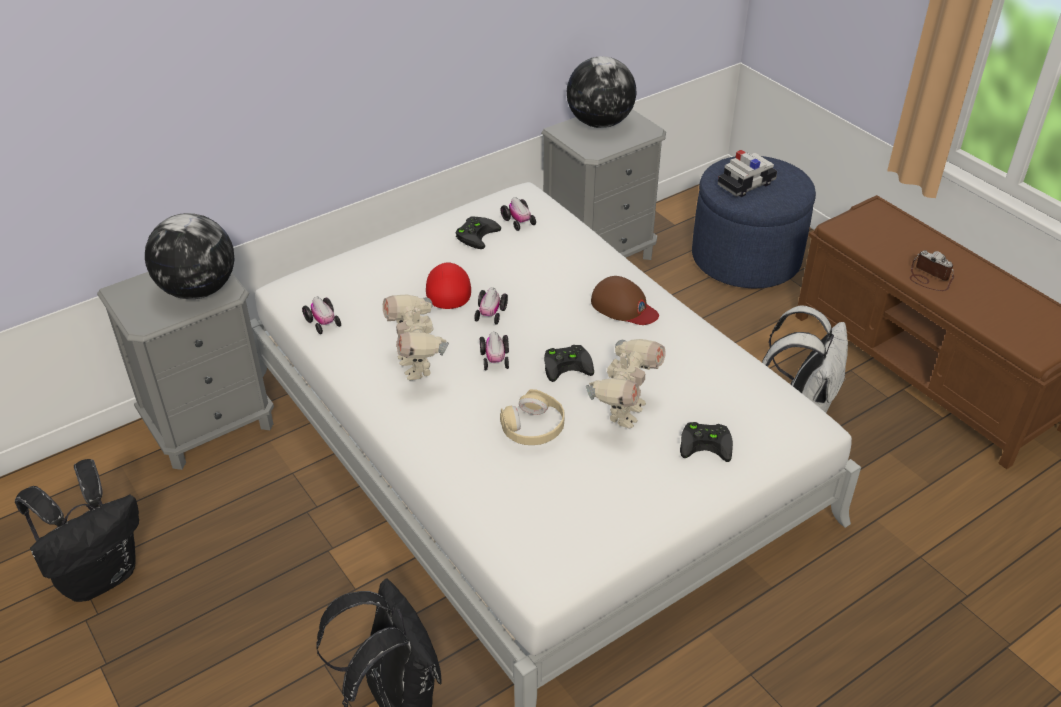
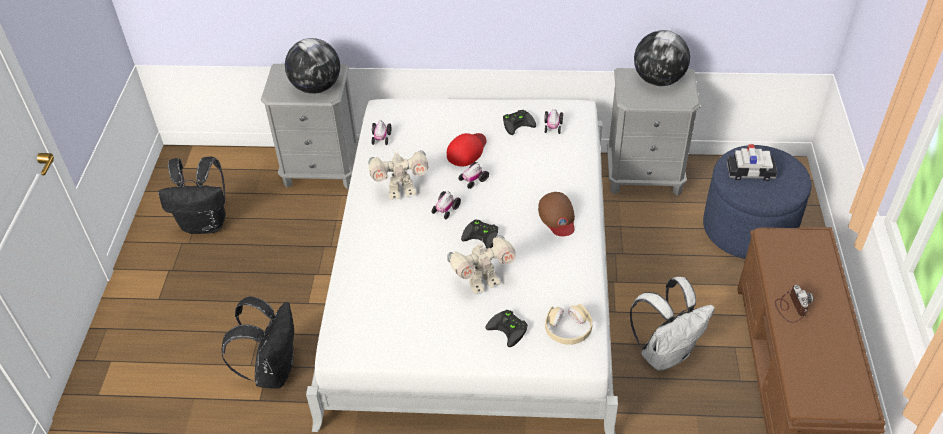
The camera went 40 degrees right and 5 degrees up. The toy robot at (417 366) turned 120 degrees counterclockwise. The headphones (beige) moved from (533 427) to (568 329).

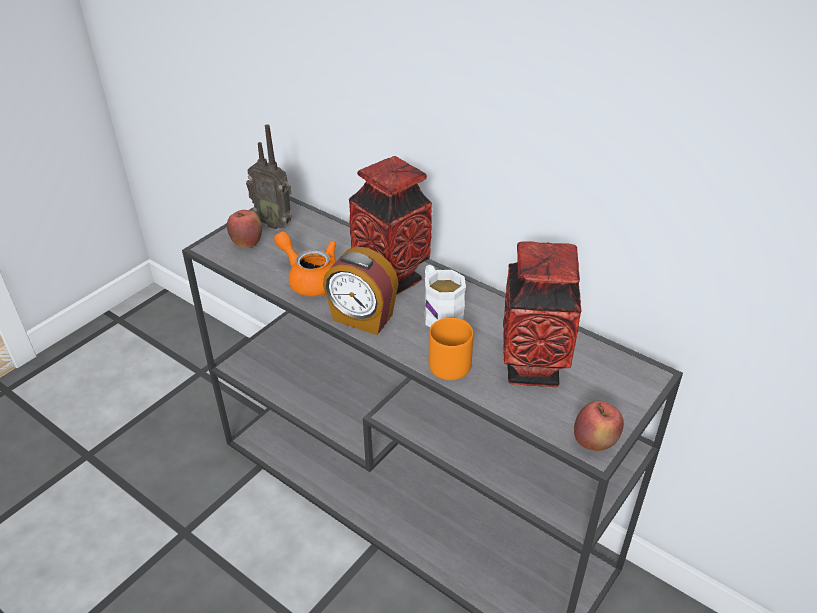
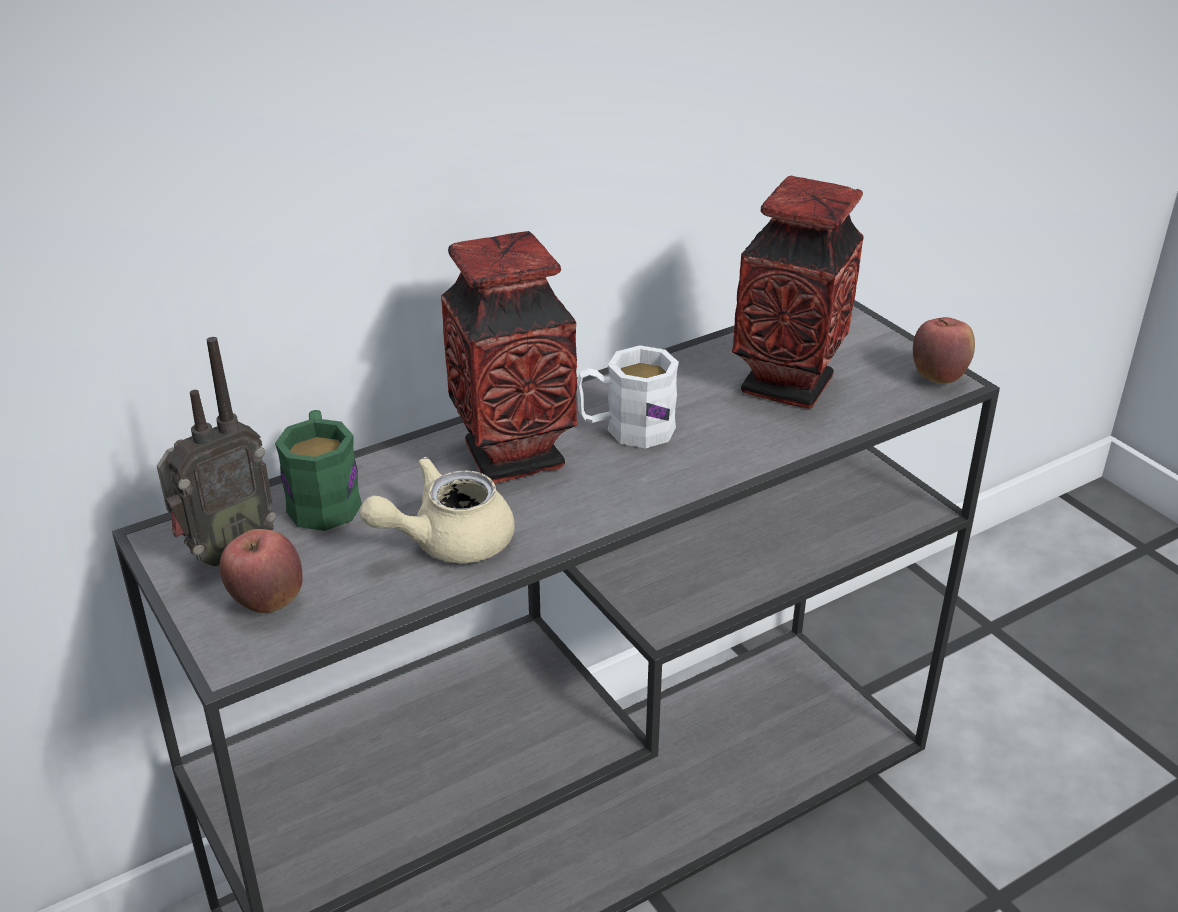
The camera went 70 degrees left and 5 degrees down. The teapot (orange) at (310 279) became the teapot (beige) at (447 541). The alarm clock at (362 319) disappeared. The mug (orange) at (452 362) disappeared. The mug (green) at (324 497) appeared.

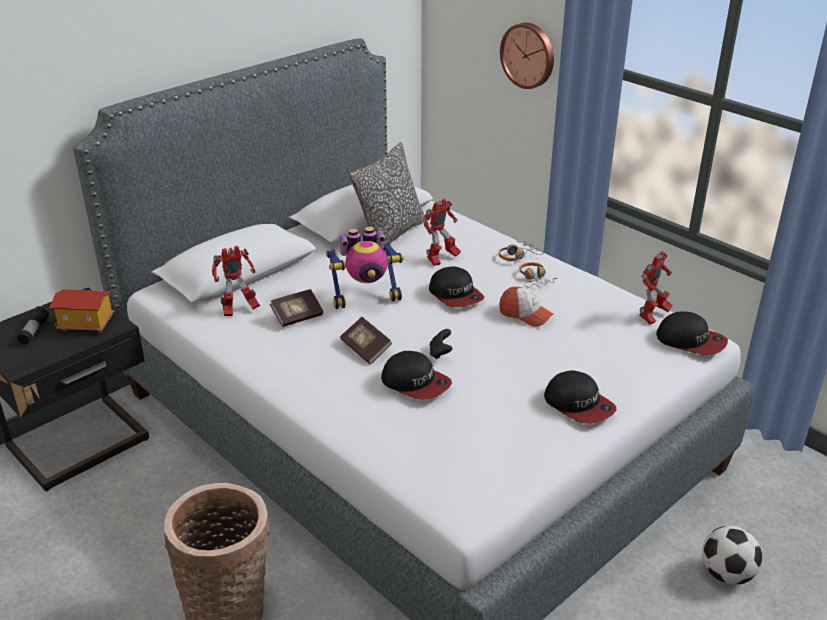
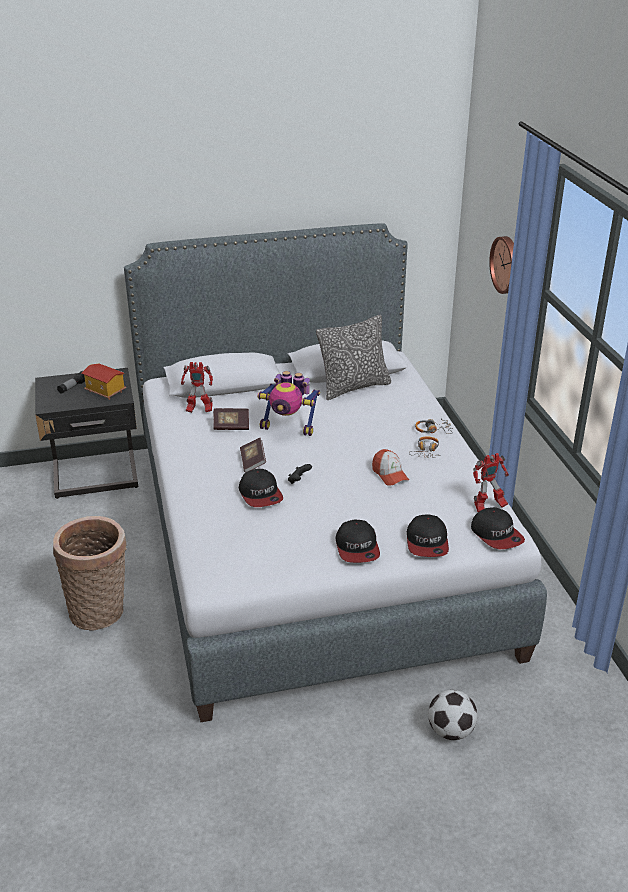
The camera went 30 degrees right and 0 degrees up. The toy robot at (441 259) disappeared. The cap moved from (456 295) to (427 542).

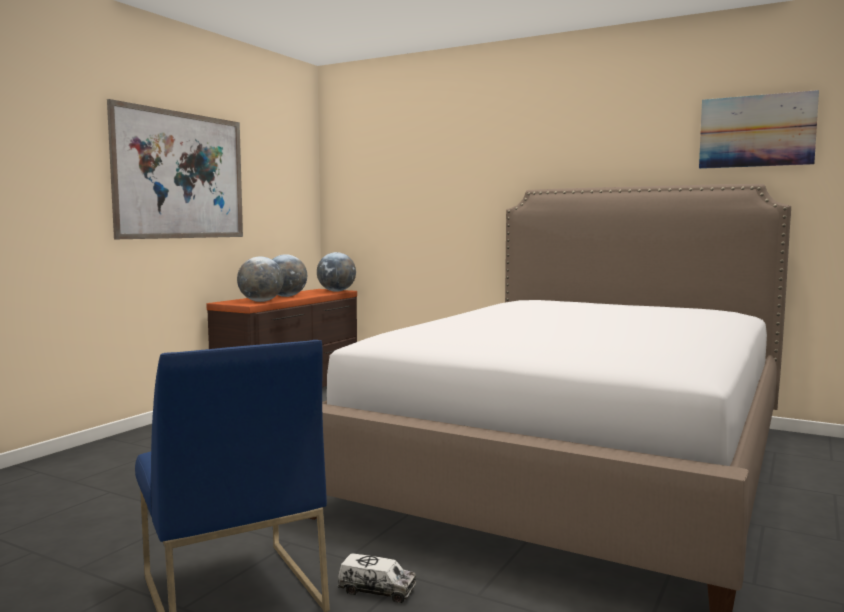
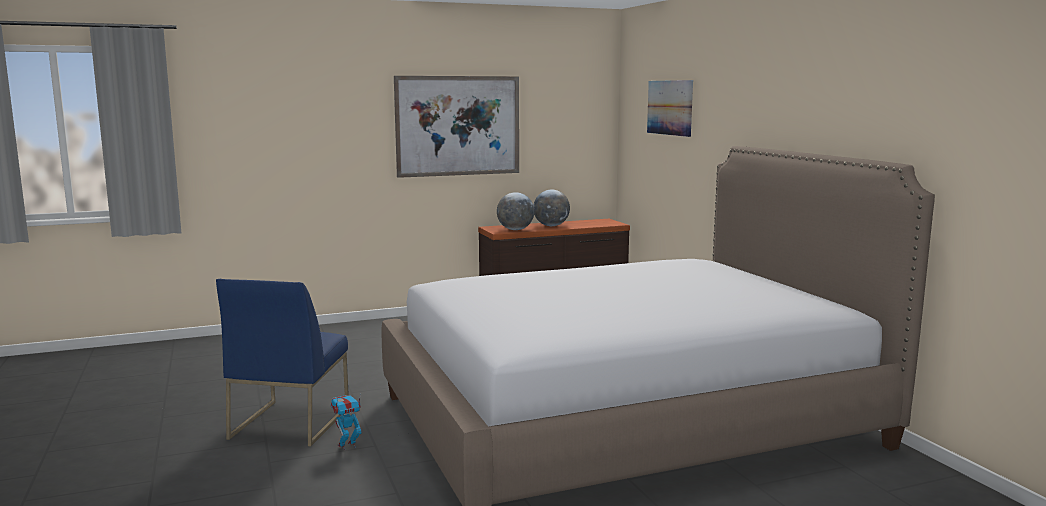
The camera went 40 degrees right and 5 degrees up. The globe at (336 291) disappeared. The toy truck at (377 590) was replaced by the toy robot at (347 446). The picture moved from (756 131) to (669 107).

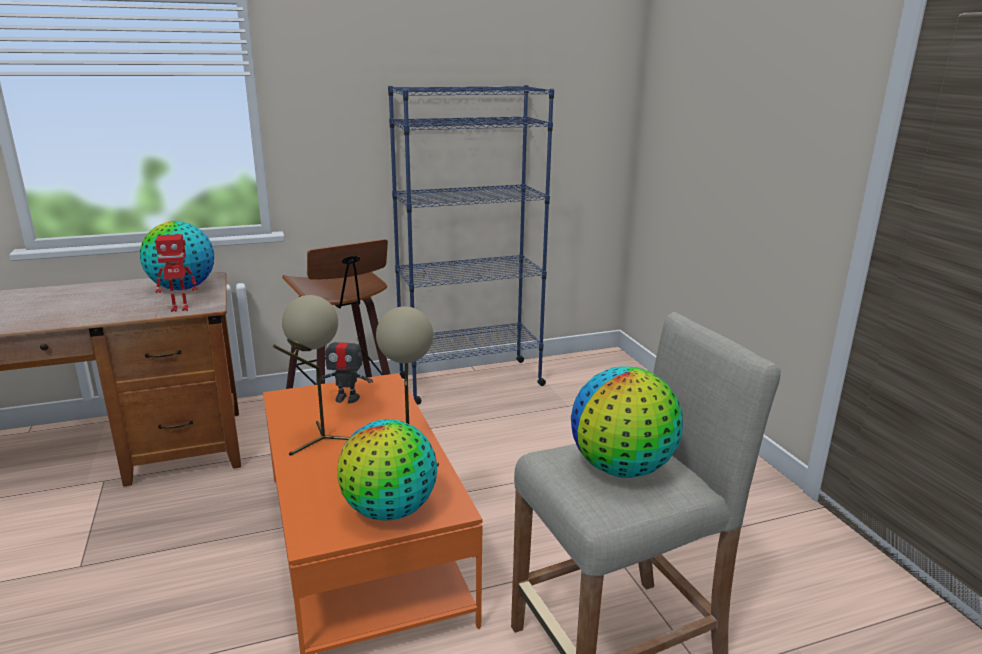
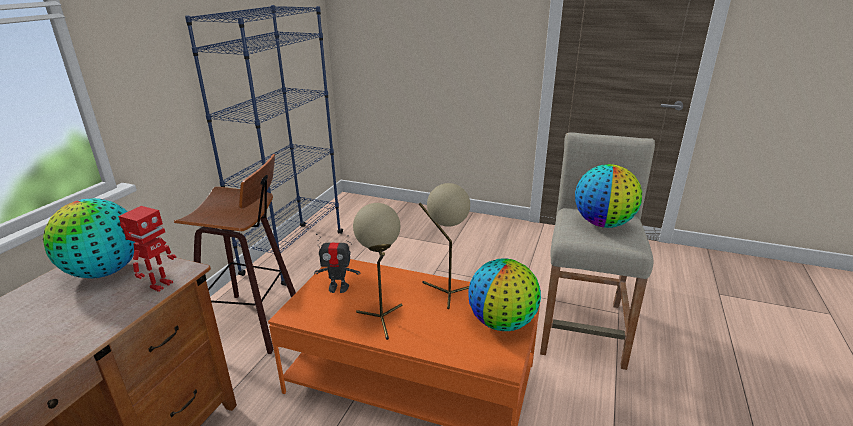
The camera went 50 degrees left and 5 degrees up. The toy robot at (347 398) turned 45 degrees clockwise.

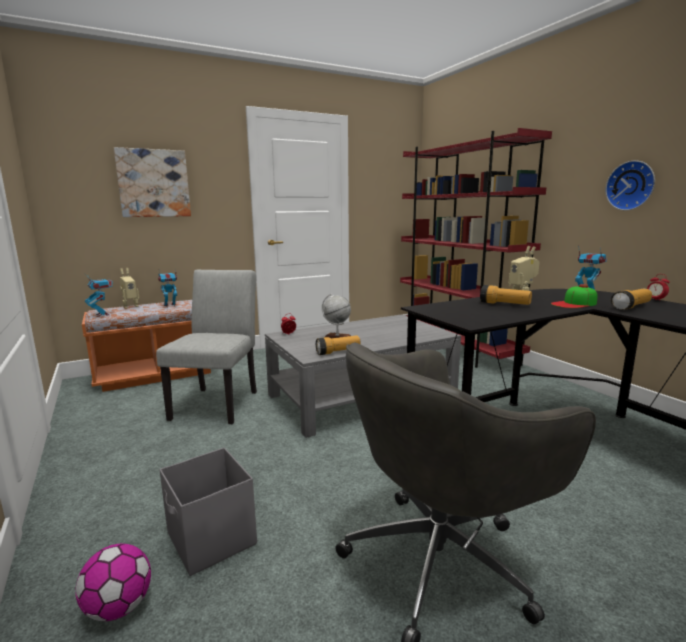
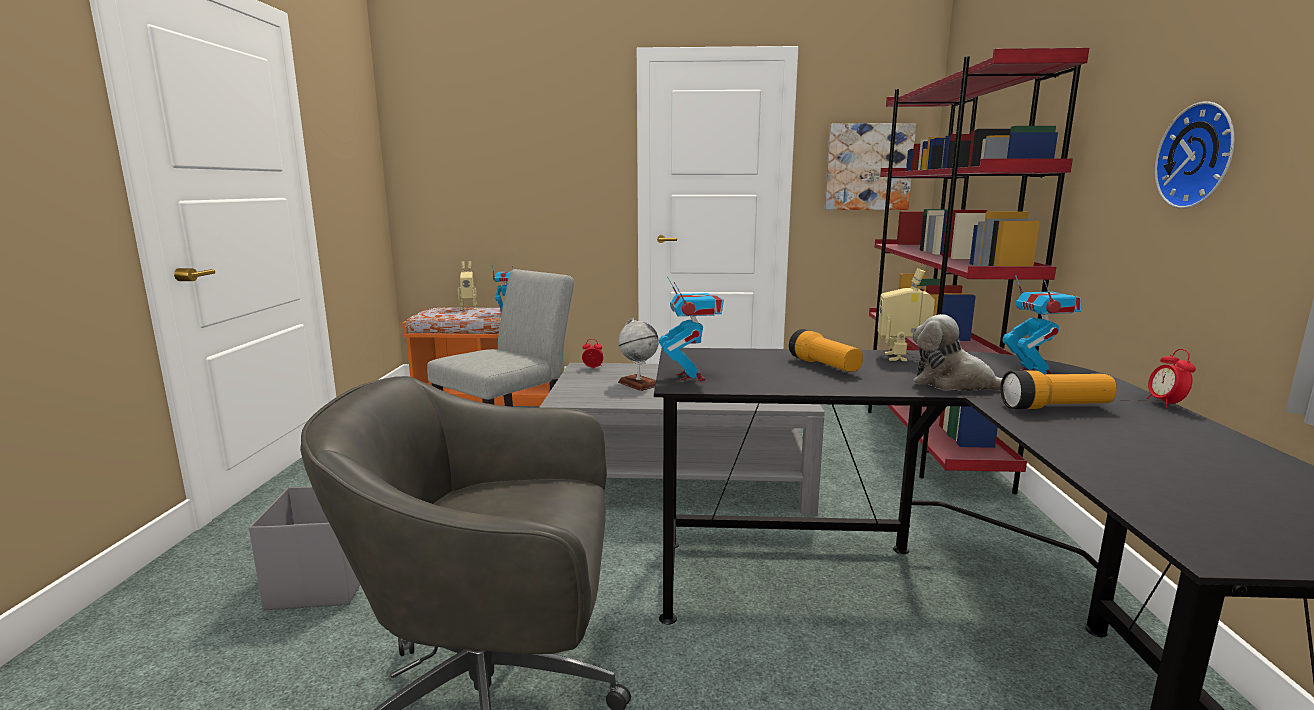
The camera went 30 degrees right and 0 degrees up. The football at (119 607) disappeared. The toy robot moved from (102 314) to (690 377). The picture moved from (153 183) to (868 167). The flashlight at (338 352) disappeared. The cap at (574 304) was replaced by the plush toy at (954 384).

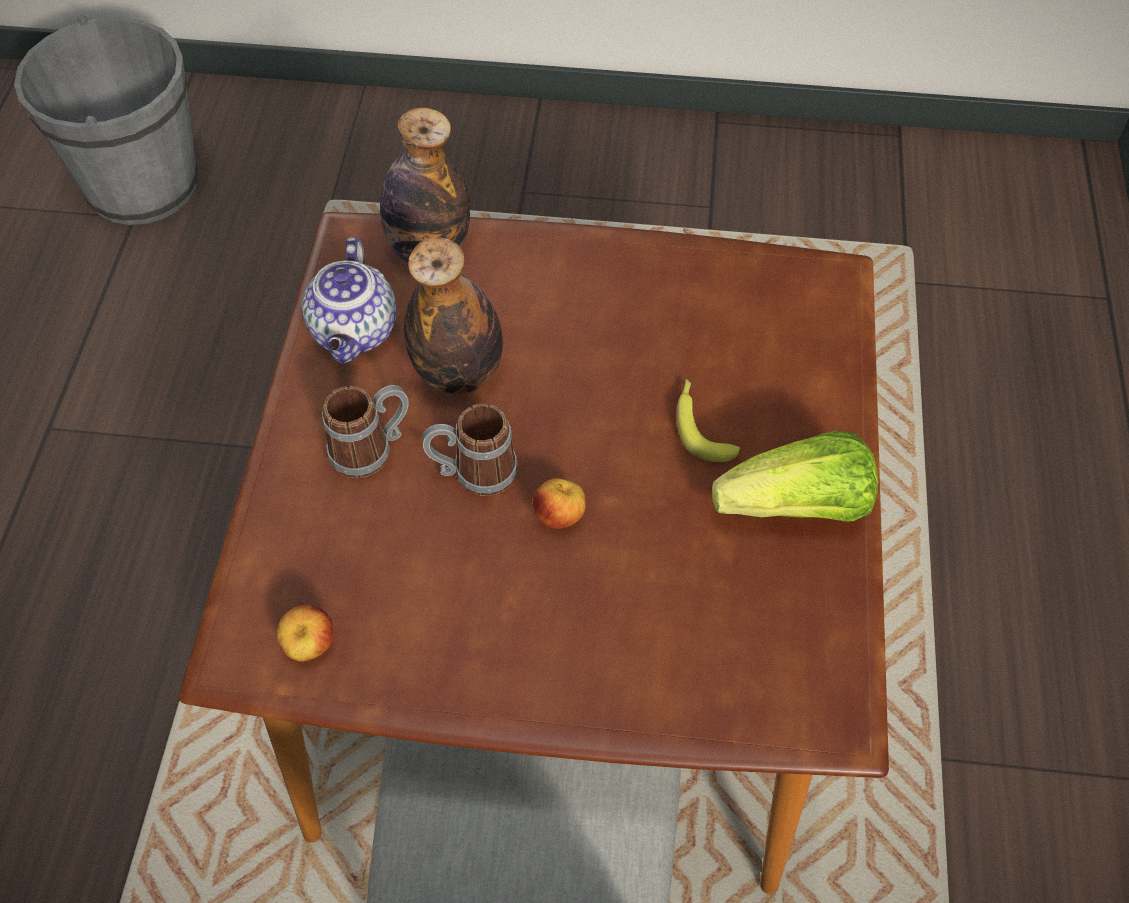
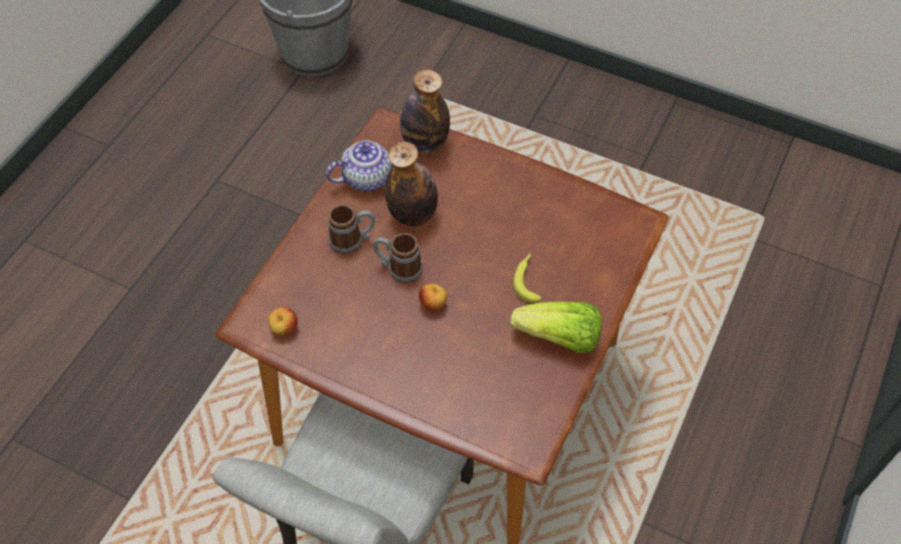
The camera went 20 degrees right and 0 degrees up. The teapot at (355 333) turned 135 degrees counterclockwise.

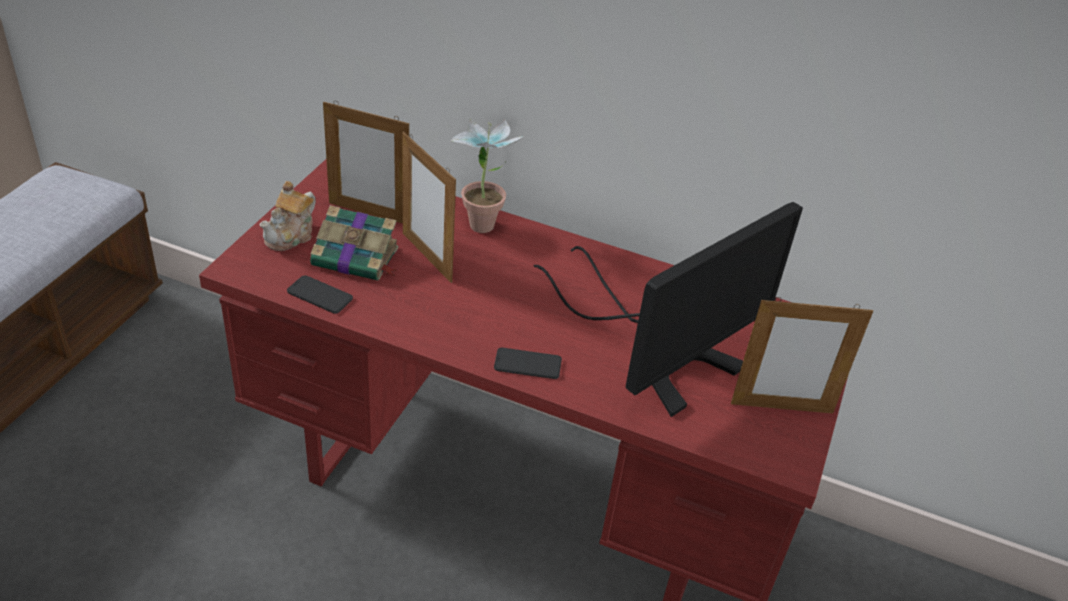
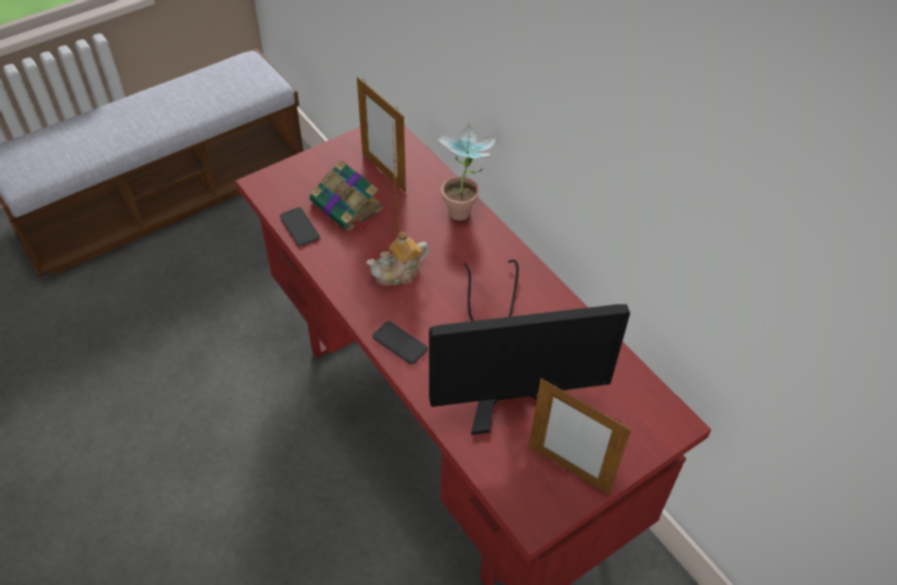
The camera went 35 degrees right and 10 degrees up. The teapot moved from (291 236) to (399 273).

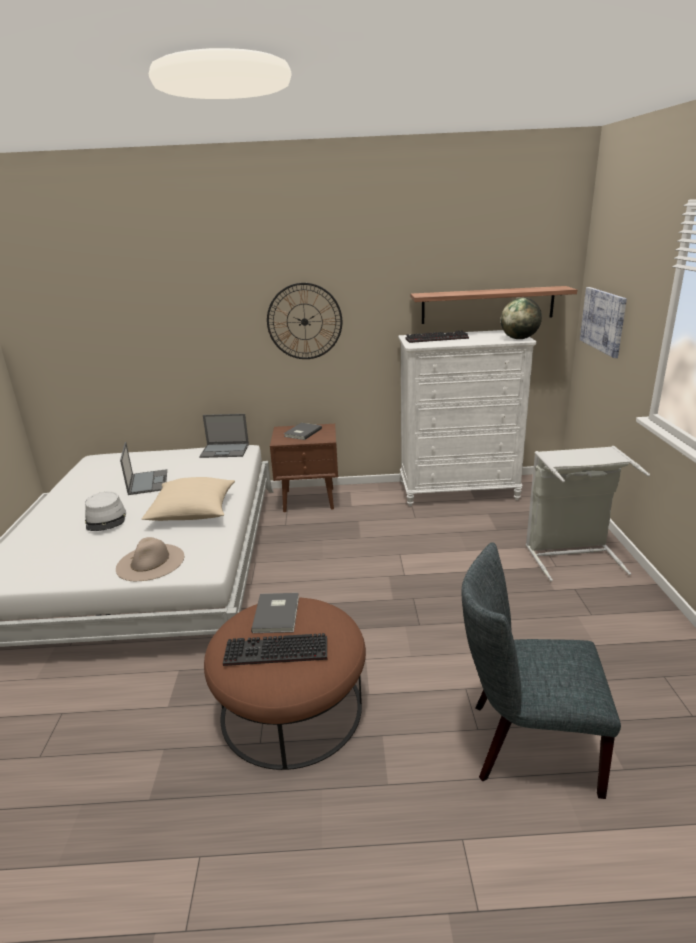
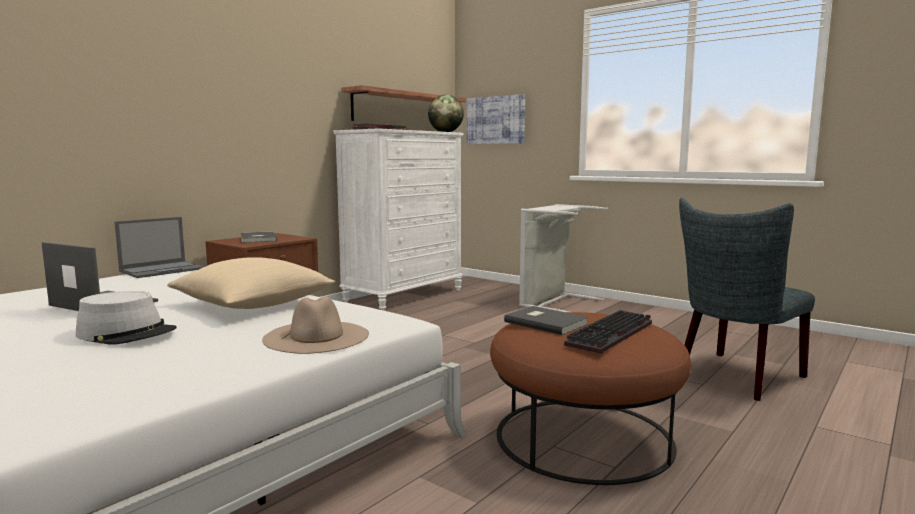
The camera went 50 degrees left and 15 degrees down. The wall clock at (304 321) disappeared.

